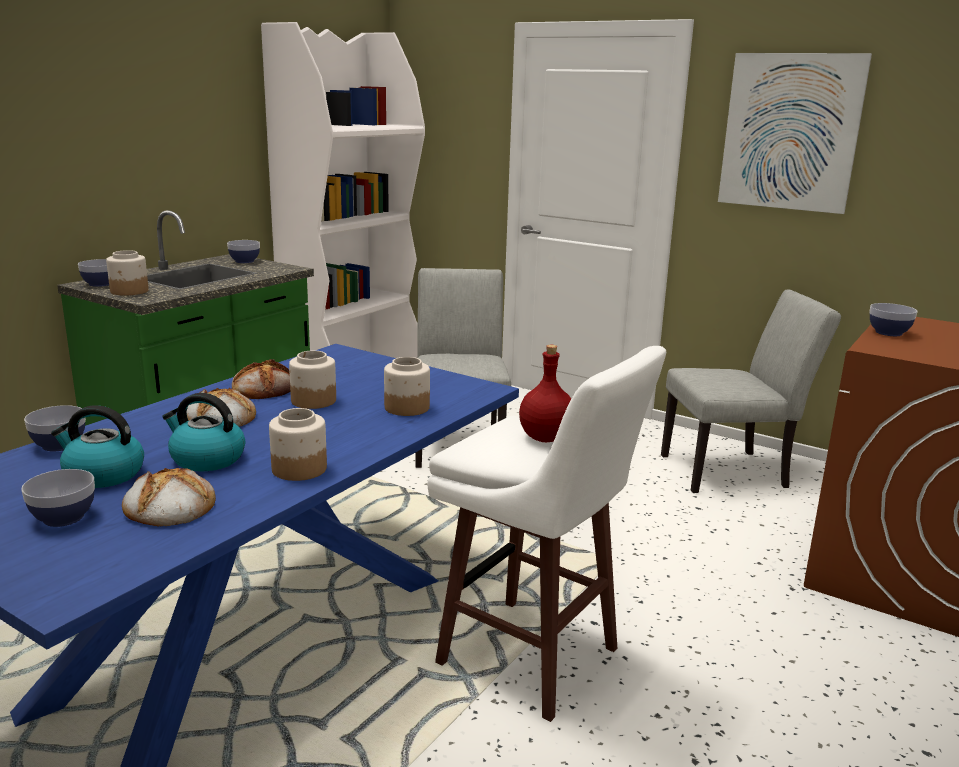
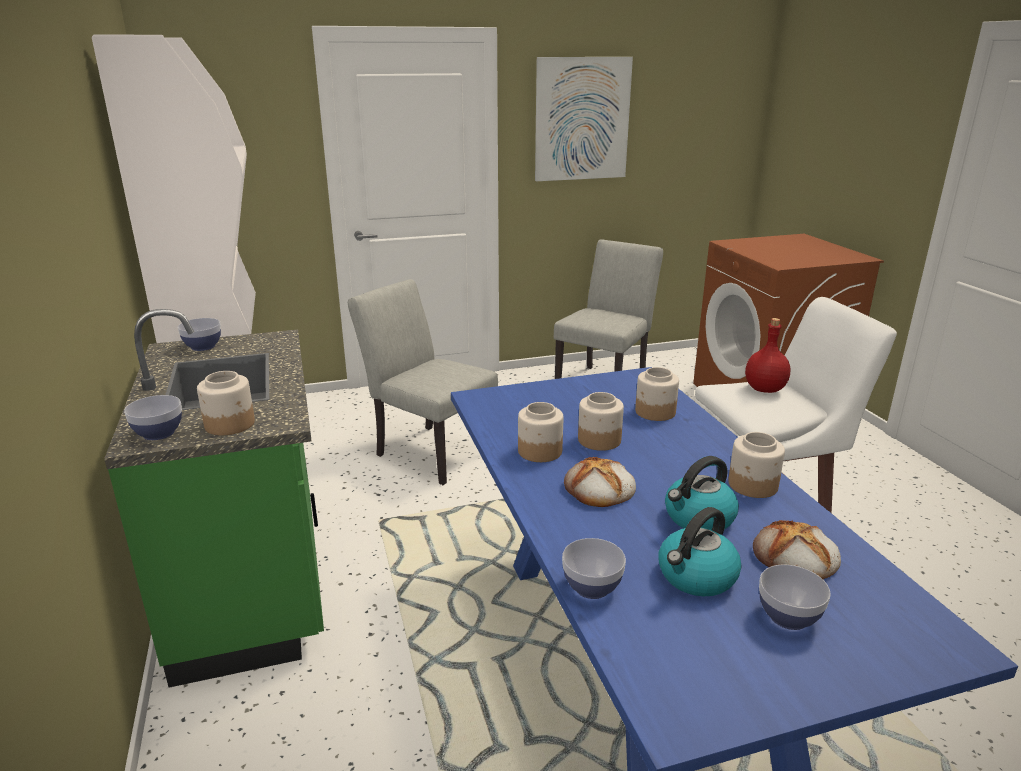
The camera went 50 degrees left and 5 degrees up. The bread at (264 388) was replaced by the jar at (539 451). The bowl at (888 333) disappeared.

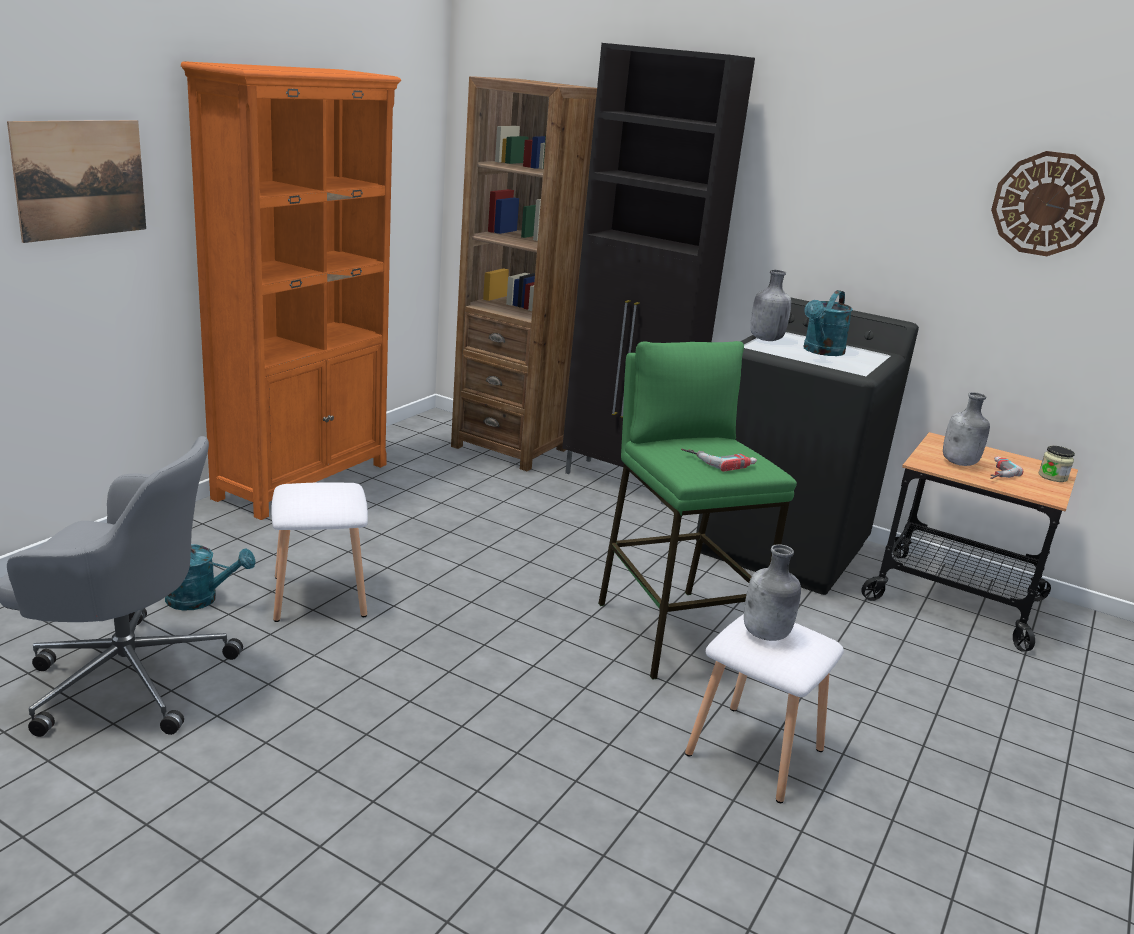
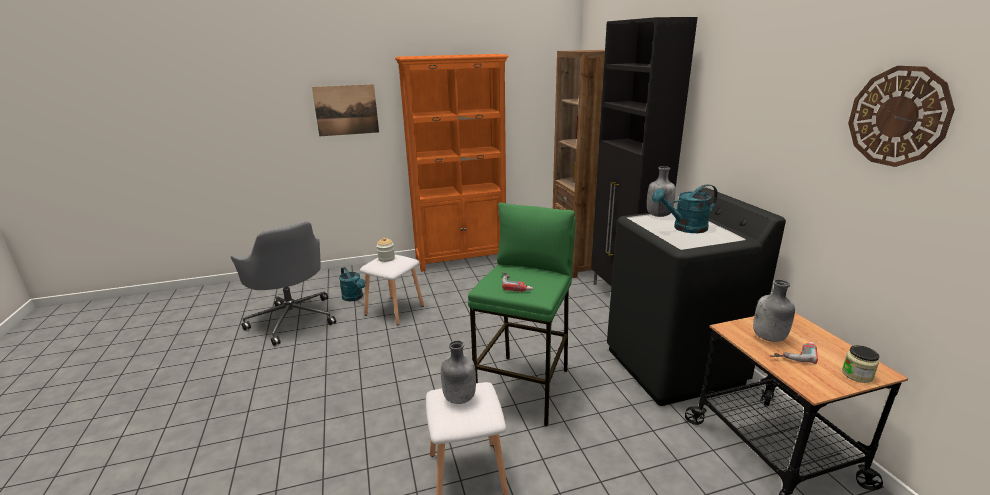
The camera went 45 degrees right and 0 degrees up. The jar at (386 258) appeared.

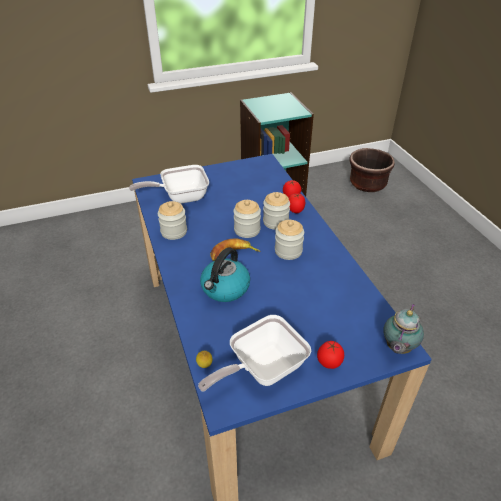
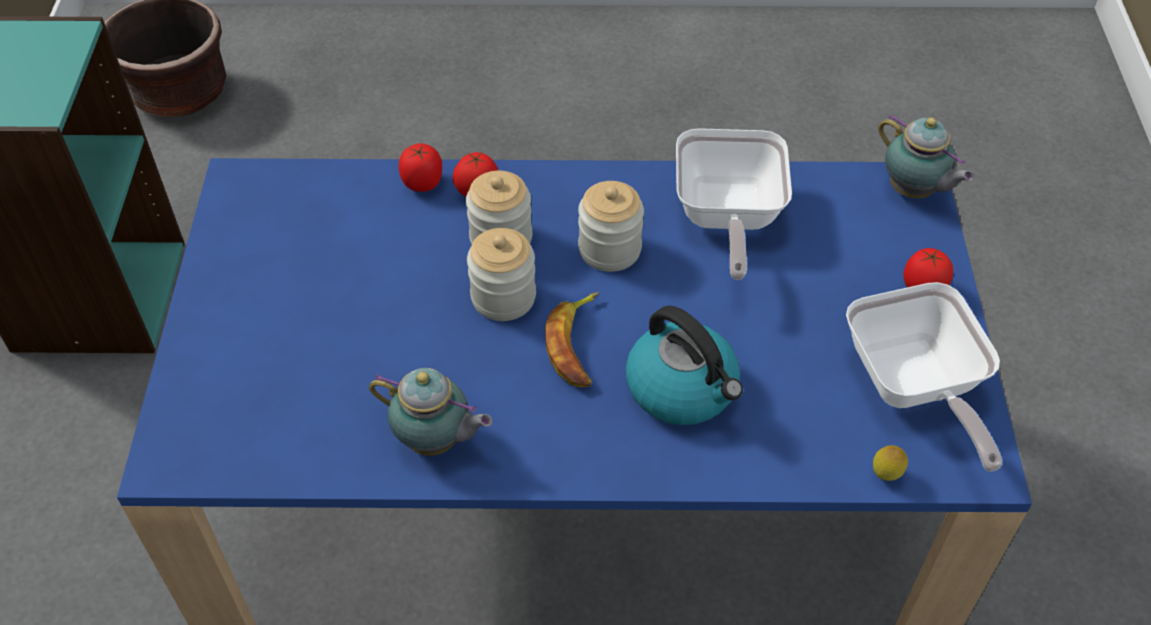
The camera went 70 degrees left and 10 degrees up. The frying pan moved from (180 197) to (726 219). The jar at (174 232) was replaced by the teapot at (436 442).

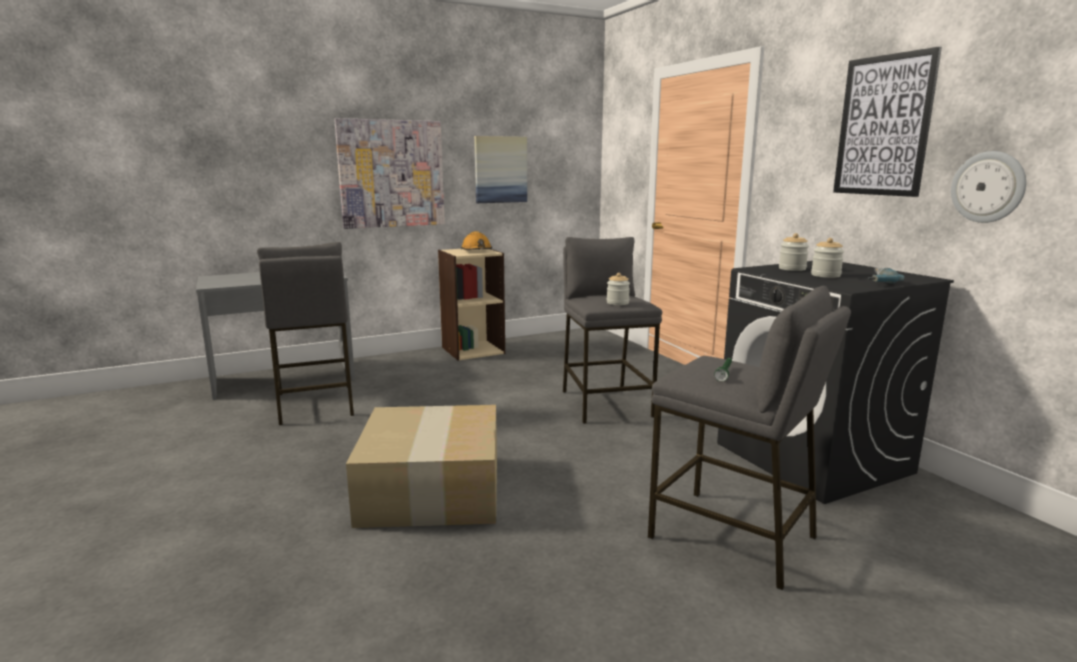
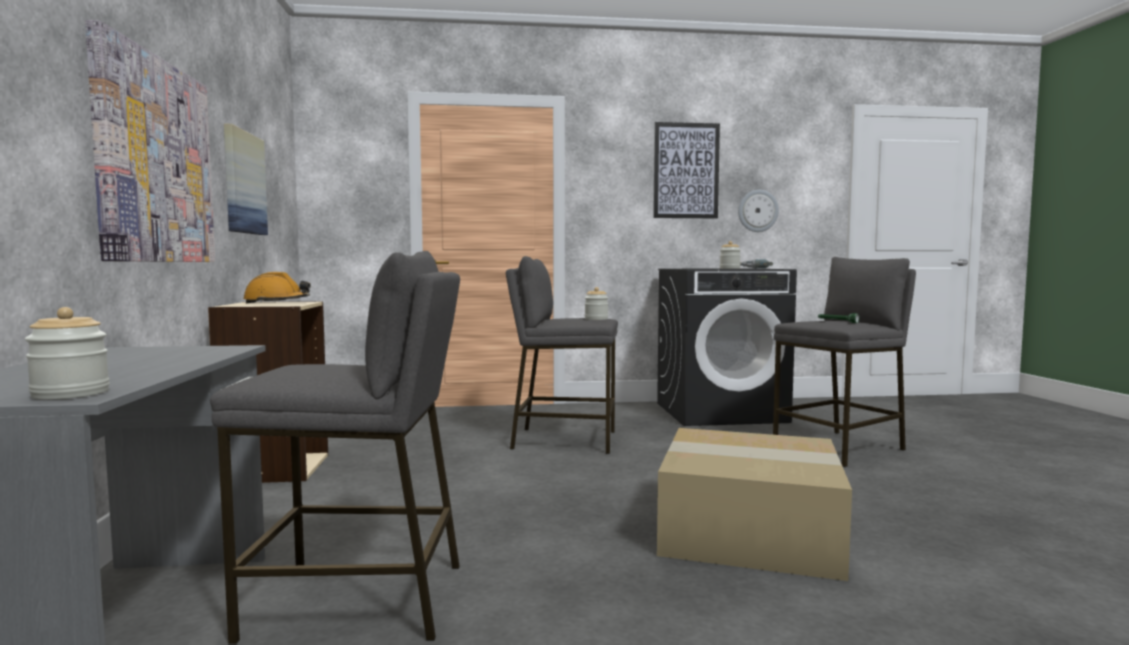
The camera went 70 degrees left and 10 degrees down. The jar moved from (792 269) to (70 393).

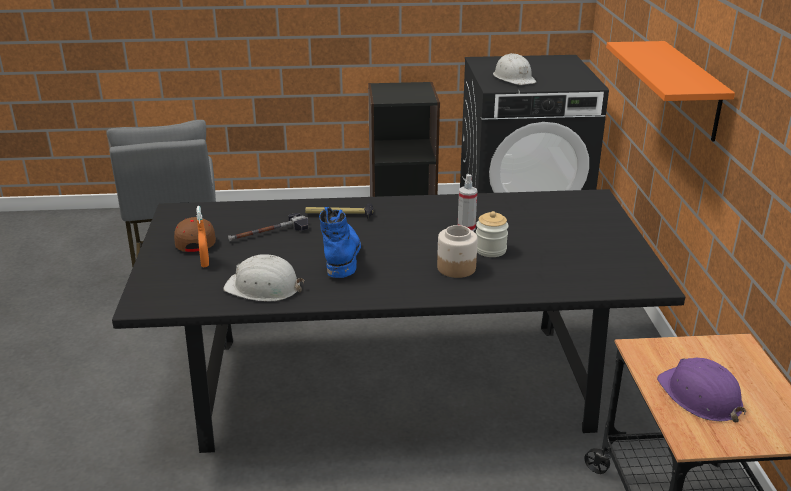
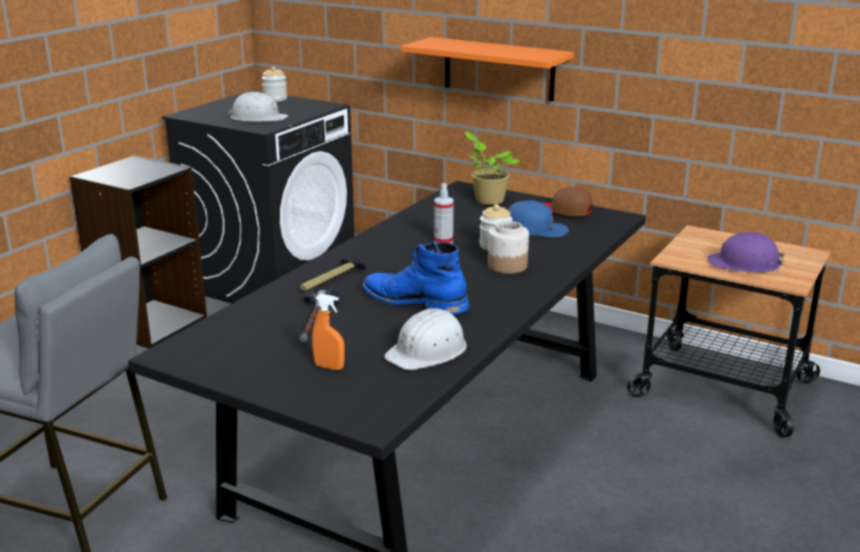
The camera went 55 degrees left and 5 degrees down. The cap (brown) moved from (196 240) to (564 211). The jar at (275 99) appeared. The potted plant at (487 200) appeared. The cap (blue) at (536 228) appeared.

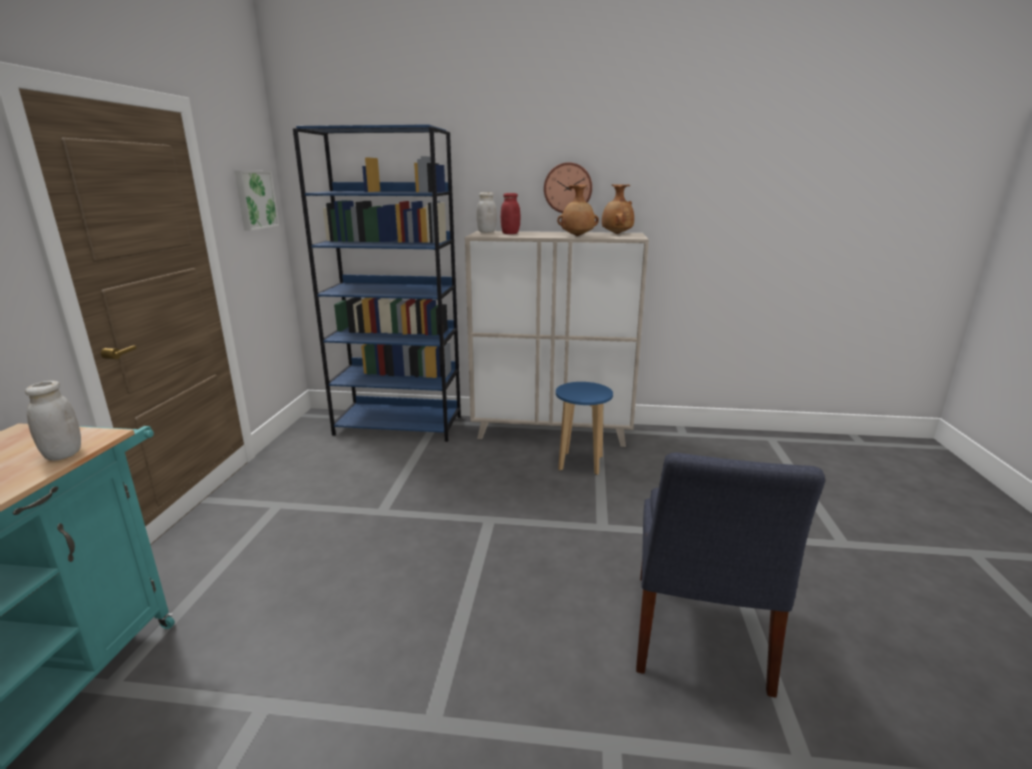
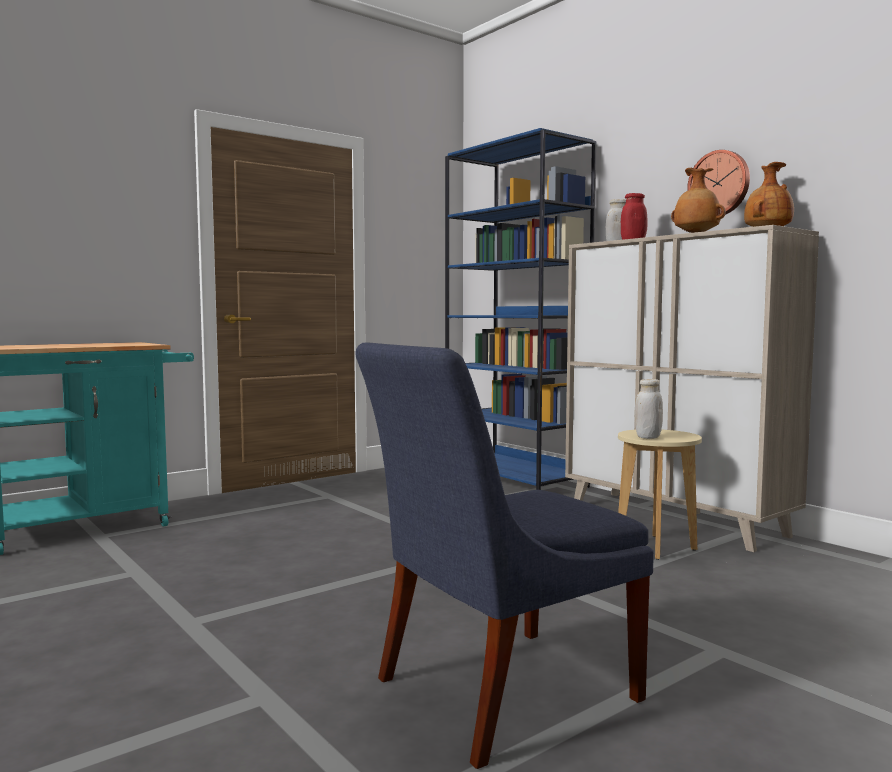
The camera went 45 degrees right and 15 degrees down. The jar (white) moved from (63 454) to (648 437). The picture at (255 200) disappeared. The stool (blue) at (580 463) became the stool (beige) at (656 547).

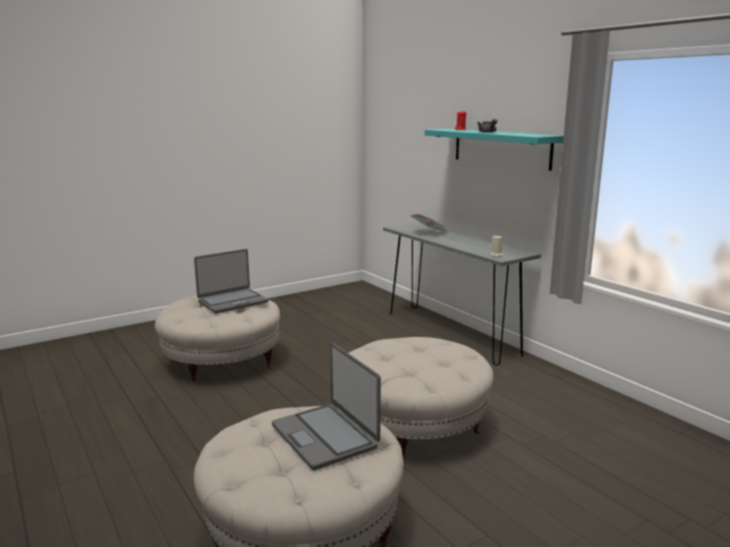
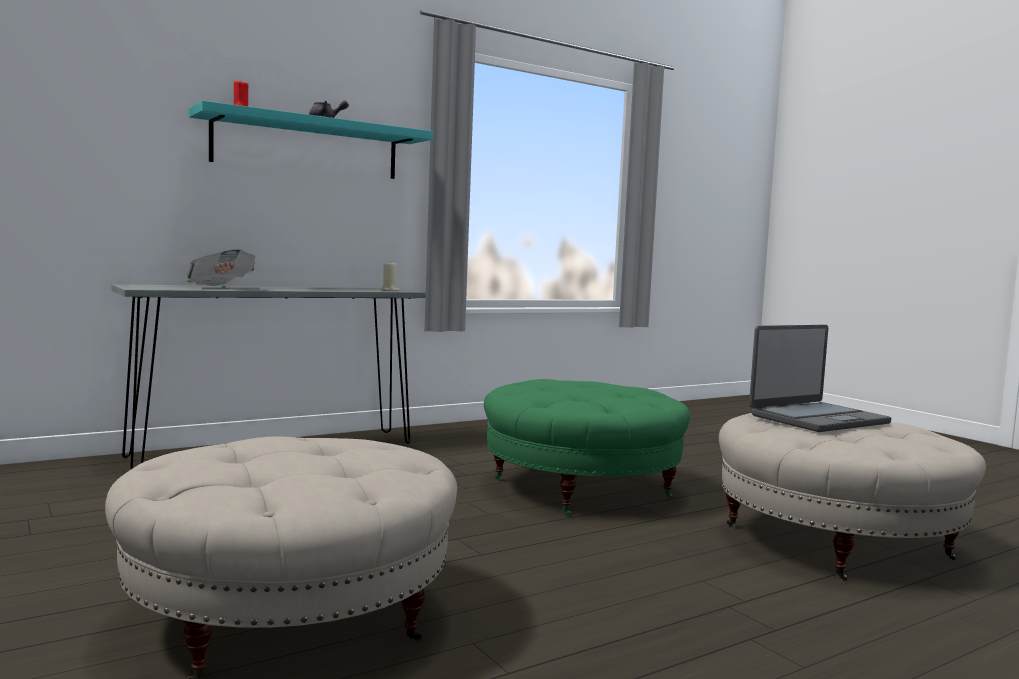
The camera went 90 degrees left and 10 degrees down. The laptop at (232 302) disappeared. The ottoman (beige) at (413 426) became the ottoman (green) at (581 487).

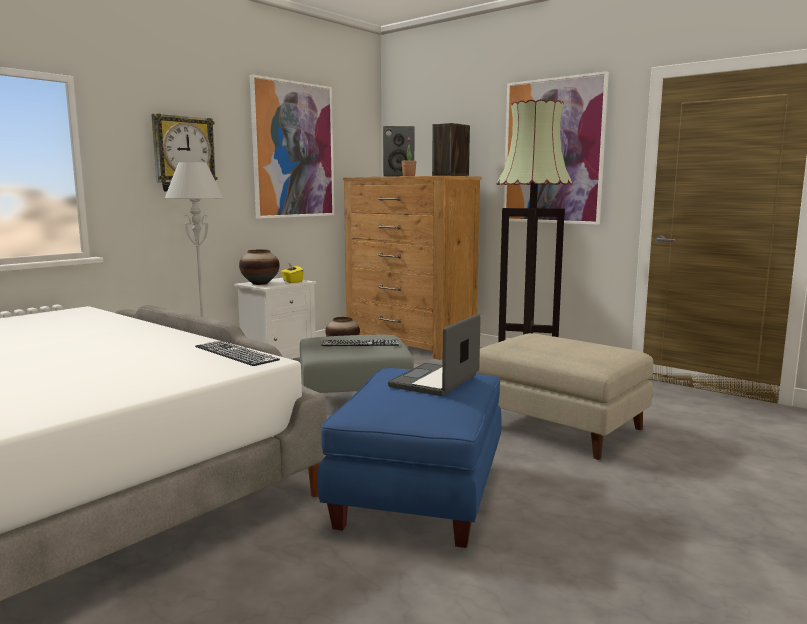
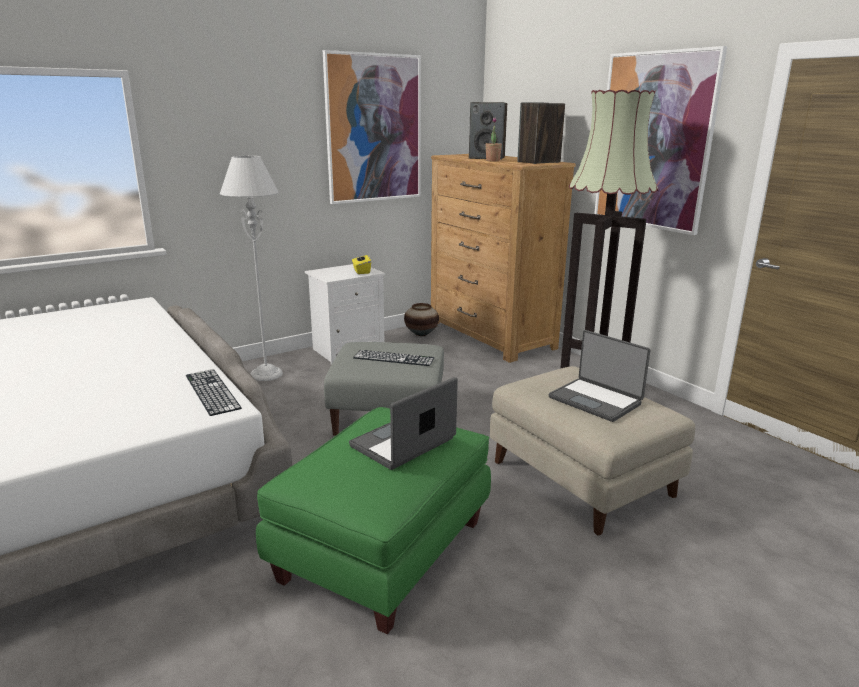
The camera went 15 degrees right and 10 degrees up. The wall clock at (183 154) disappeared. The vase at (260 283) disappeared. The ottoman (blue) at (420 494) became the ottoman (green) at (384 551). The laptop at (596 400) appeared.

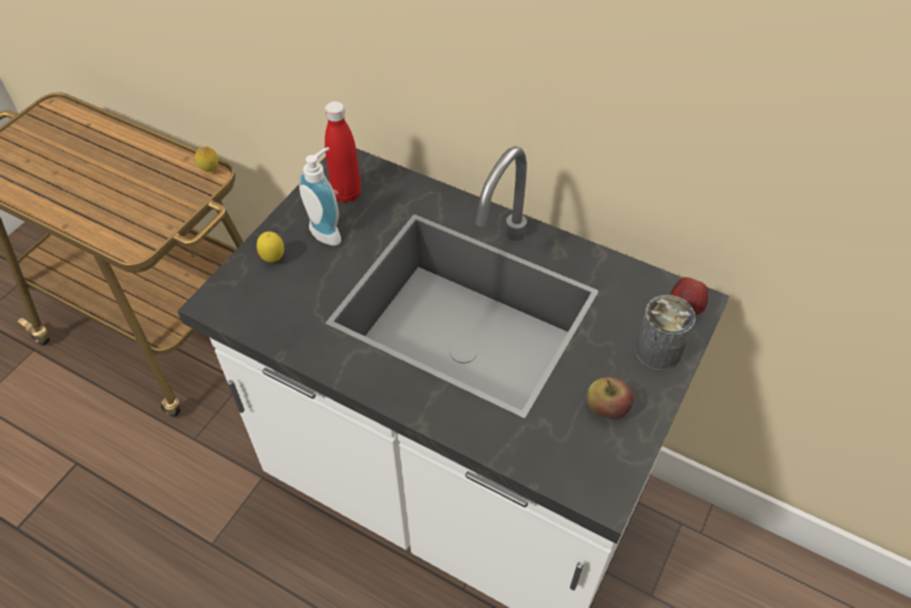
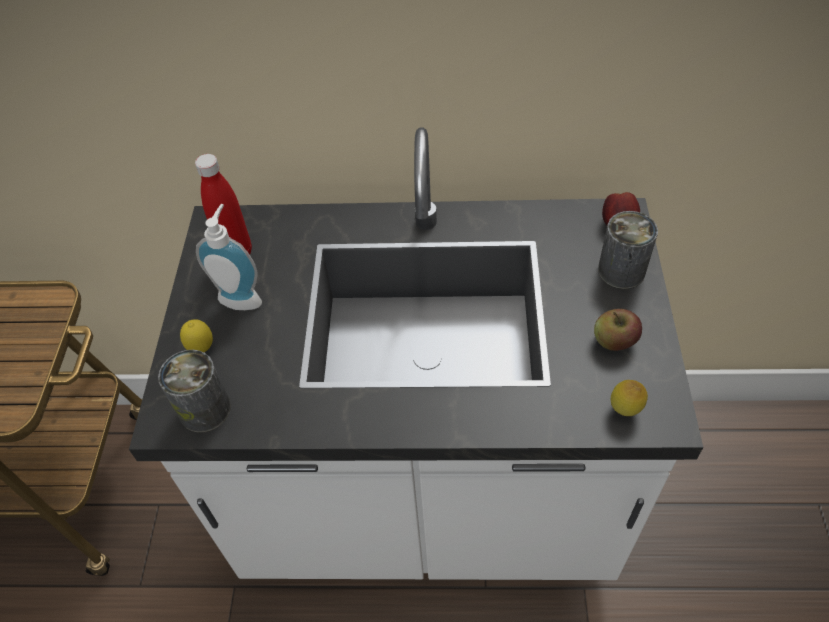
The camera went 25 degrees left and 0 degrees up. The lemon moved from (210 170) to (624 410). The can at (205 409) appeared.

